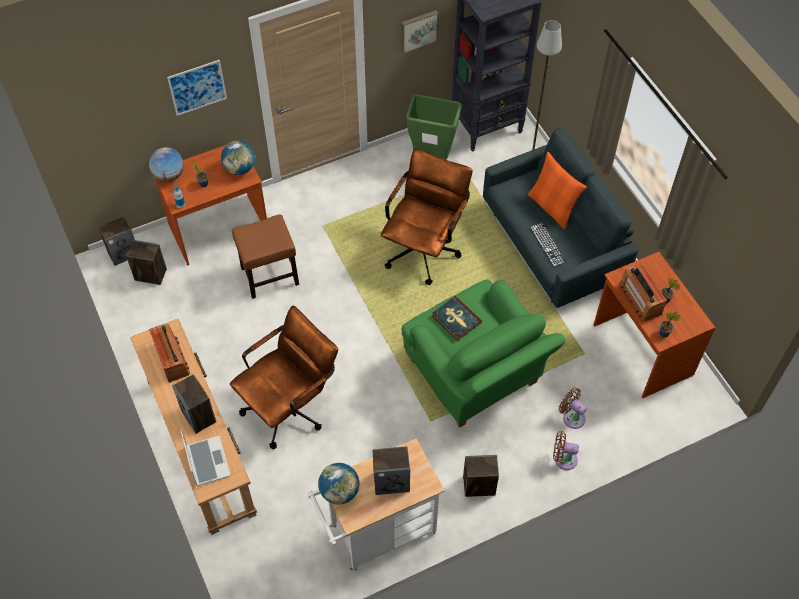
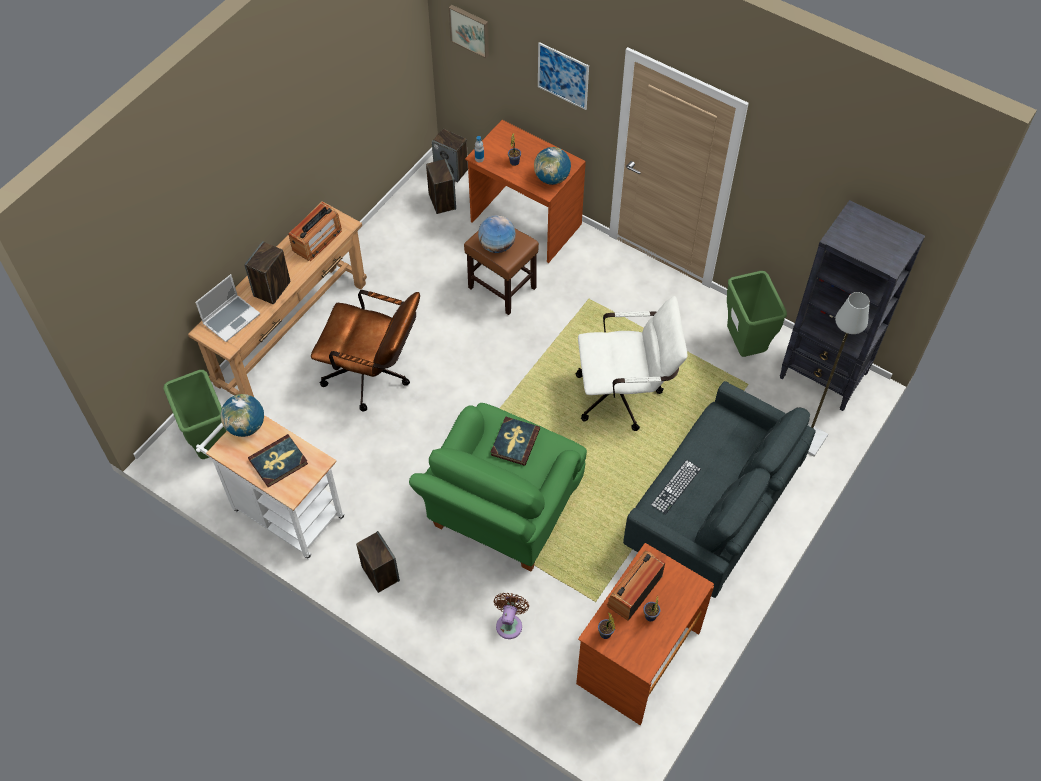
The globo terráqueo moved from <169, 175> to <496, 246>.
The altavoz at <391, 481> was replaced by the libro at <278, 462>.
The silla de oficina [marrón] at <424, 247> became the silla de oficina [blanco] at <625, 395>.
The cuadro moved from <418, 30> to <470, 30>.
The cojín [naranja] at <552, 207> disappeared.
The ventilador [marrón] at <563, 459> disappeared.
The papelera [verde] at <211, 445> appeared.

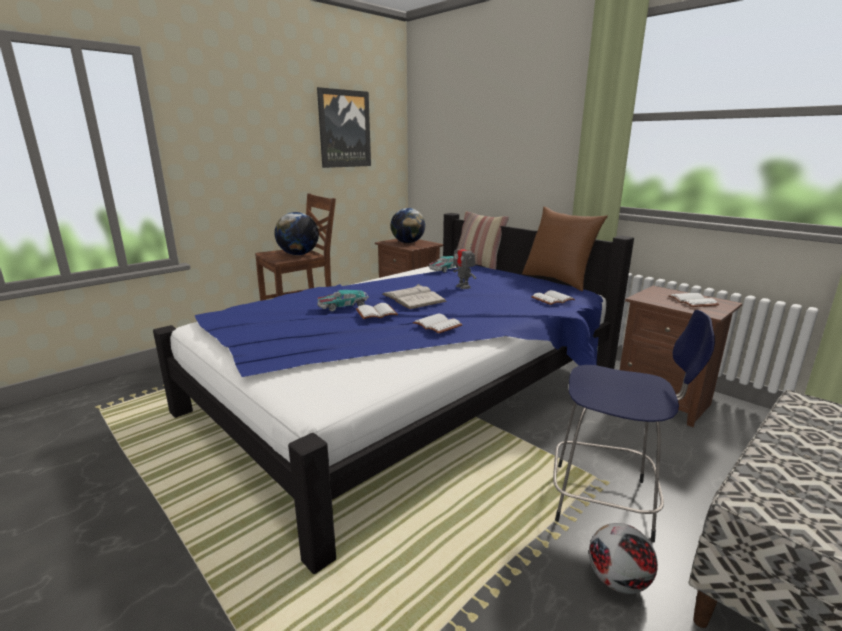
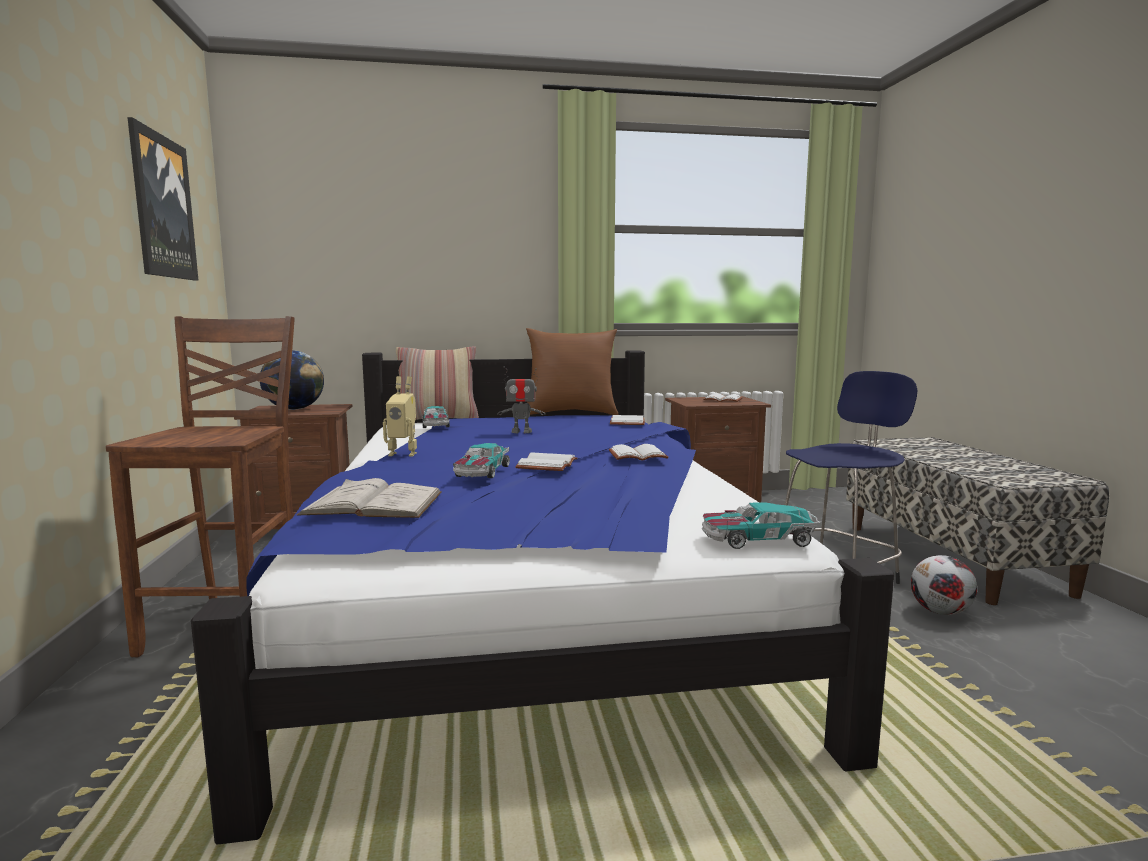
The globo terráqueo at <298, 254> disappeared.
The libro [blanco] moved from <413, 298> to <373, 503>.
The robot de juguete at <404, 453> appeared.
The coche de juguete at <757, 539> appeared.

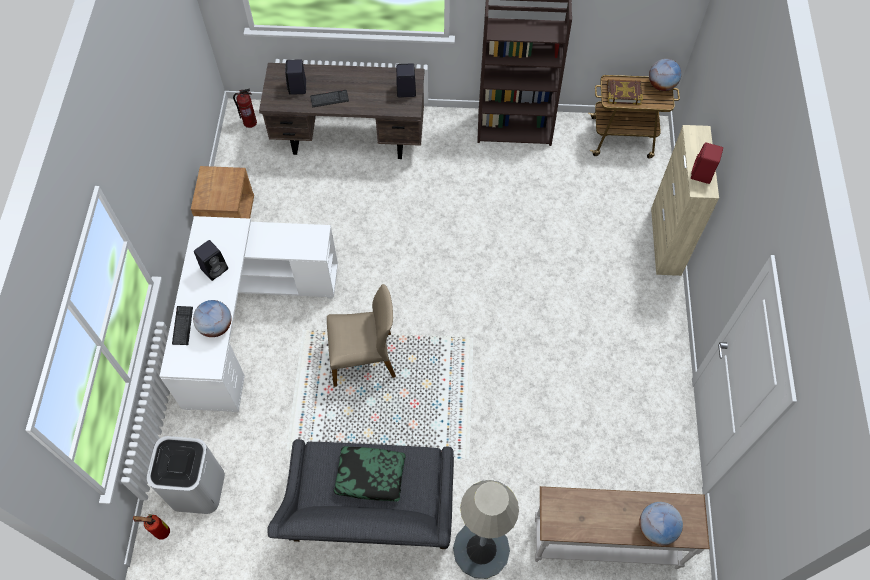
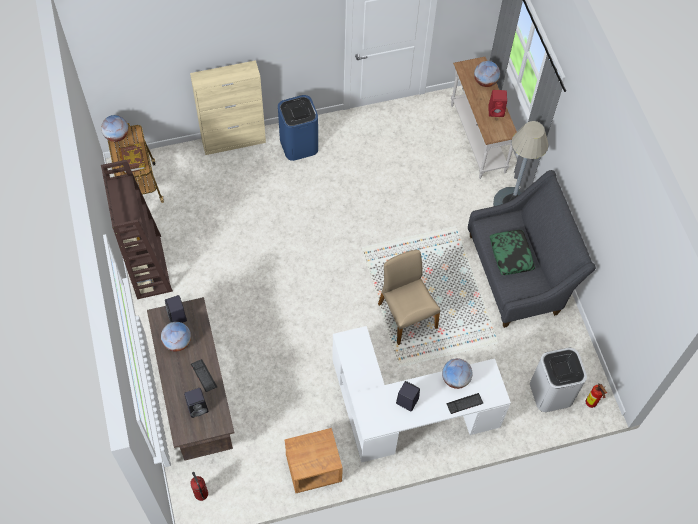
The altavoz [rojo] moved from <702, 174> to <496, 111>.
The globo terráqueo at <177, 342> appeared.
The papelera [azul] at <299, 144> appeared.

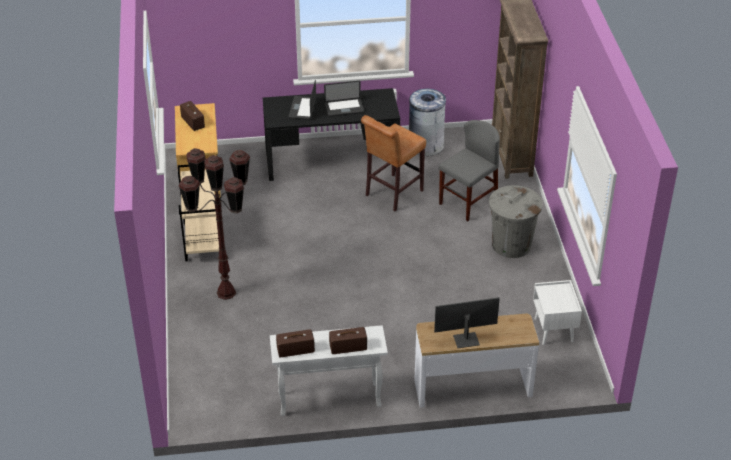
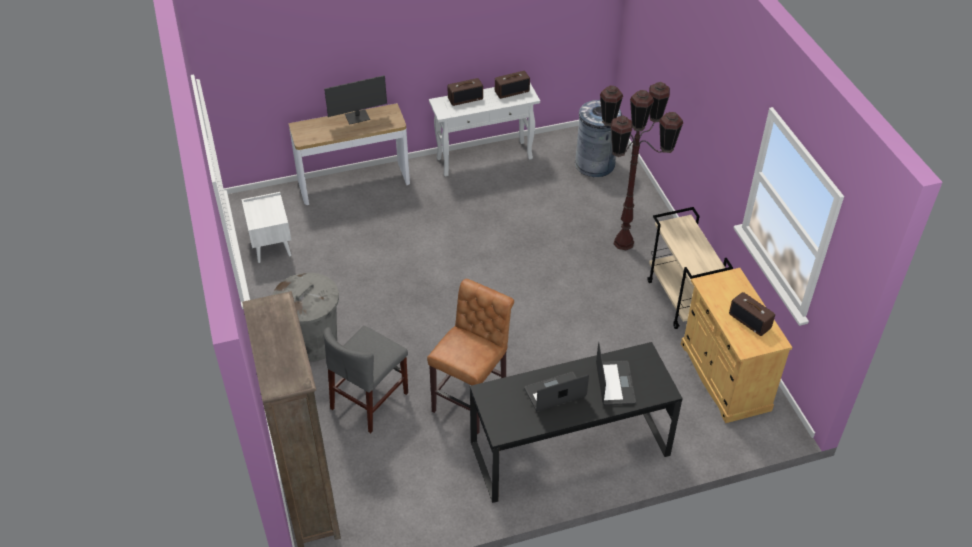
The papelera [gris] moved from <426, 145> to <595, 164>.

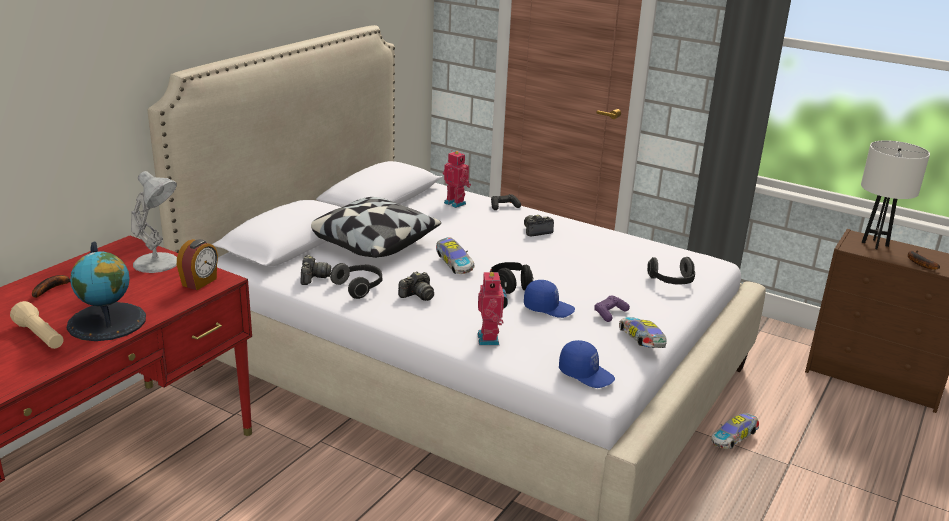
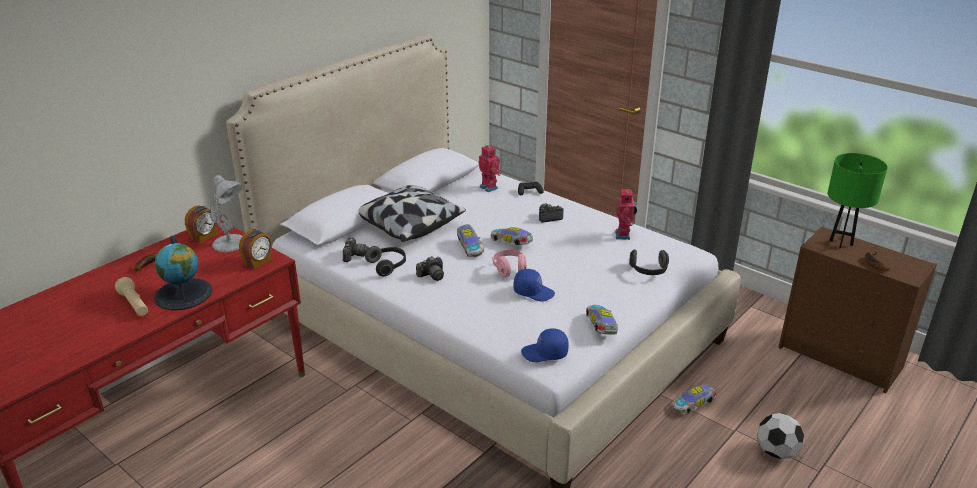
The robot de juguete moved from <490, 339> to <624, 235>.
The auriculares [negro] at <510, 286> became the auriculares [rosa] at <509, 270>.
The gorra [azul] at <586, 374> turned 135 degrees clockwise.
The mando de consola [morado] at <610, 313> disappeared.
The lámpara de mesa [blanco] at <875, 244> became the lámpara de mesa [verde] at <841, 243>.
The despertador at <204, 237> appeared.
The coche de juguete at <512, 243> appeared.
The balón de fútbol at <776, 452> appeared.

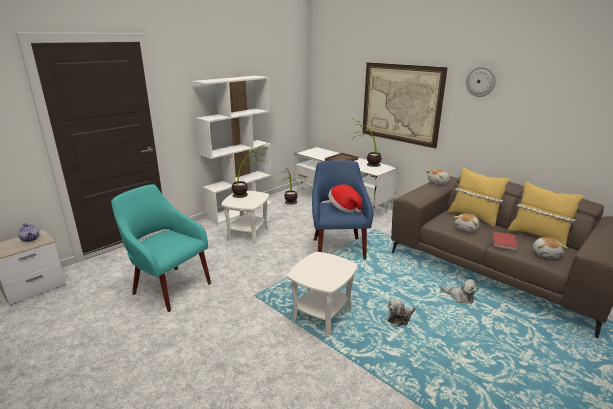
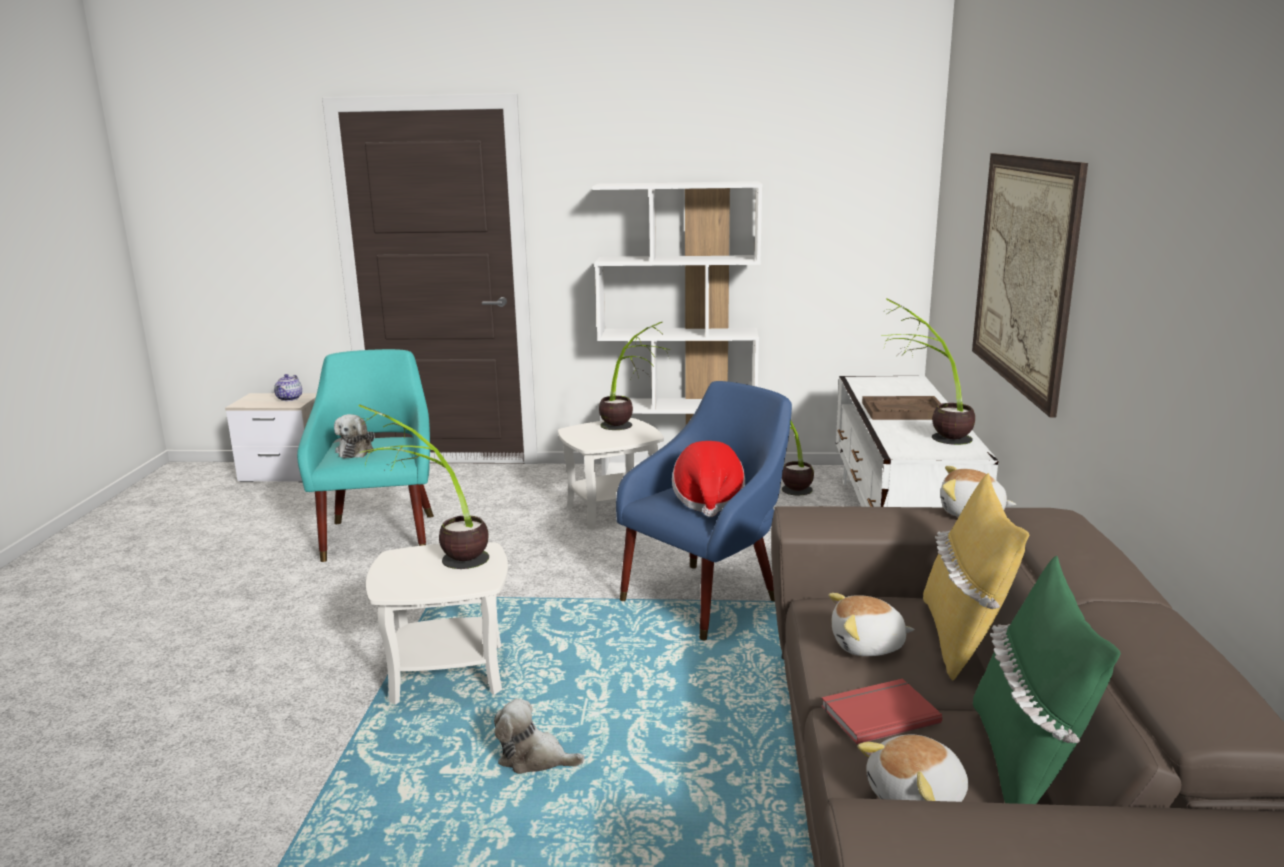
The peluche moved from <460, 297> to <356, 450>.
The reloj de pared at <481, 81> disappeared.
The cojín [amarillo] at <537, 237> became the cojín [verde] at <1025, 762>.
The planta en maceta at <437, 558> appeared.

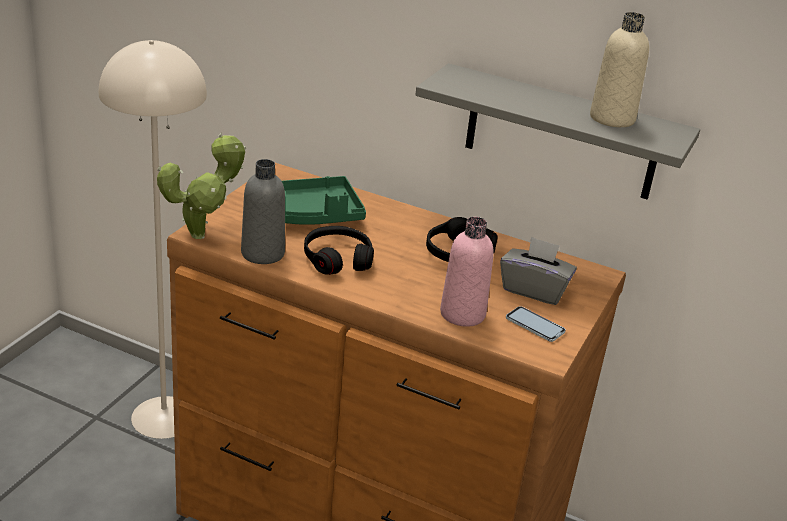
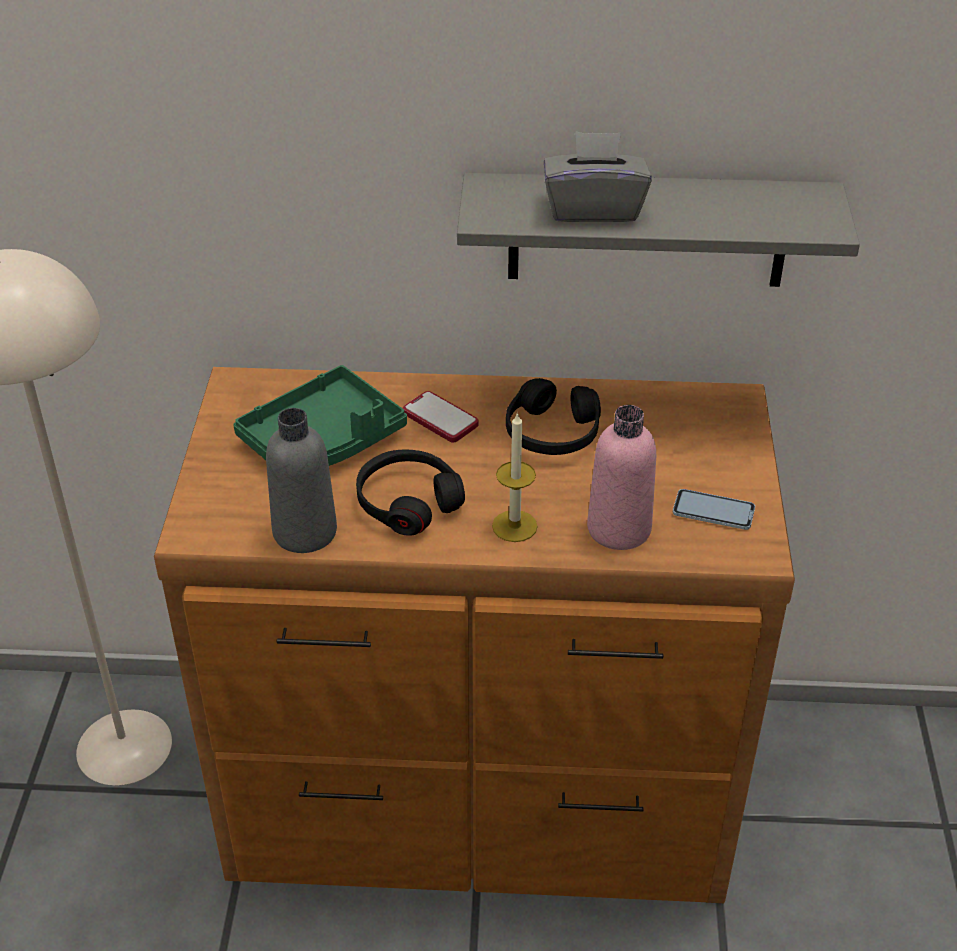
The planta en maceta at <203, 234> disappeared.
The caja de pañuelos [gris] moved from <534, 290> to <593, 209>.
The botella [beis] at <612, 118> disappeared.
The móvil at <440, 419> appeared.
The vela at <514, 526> appeared.

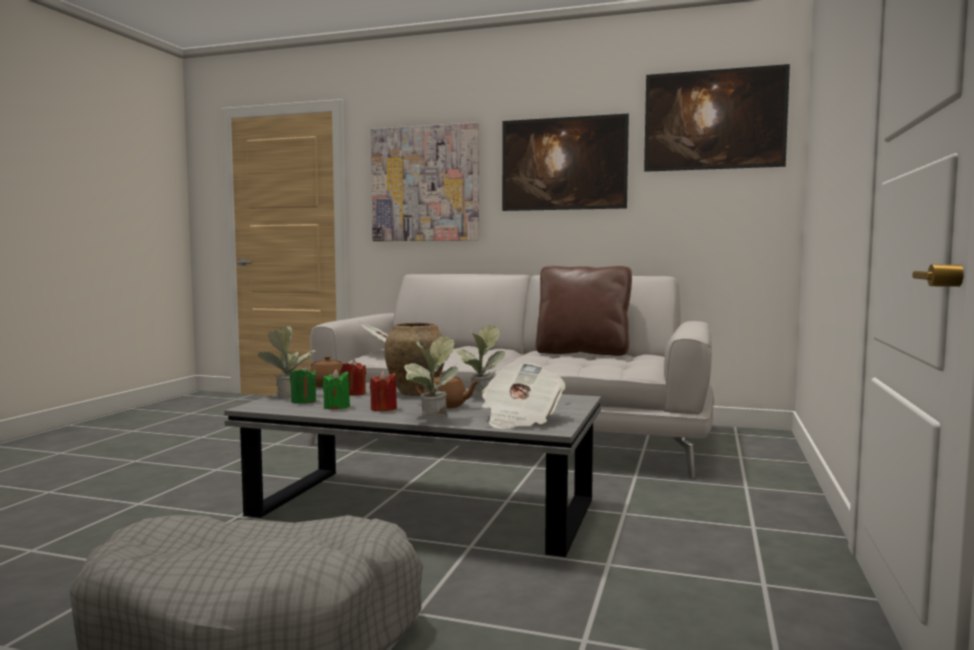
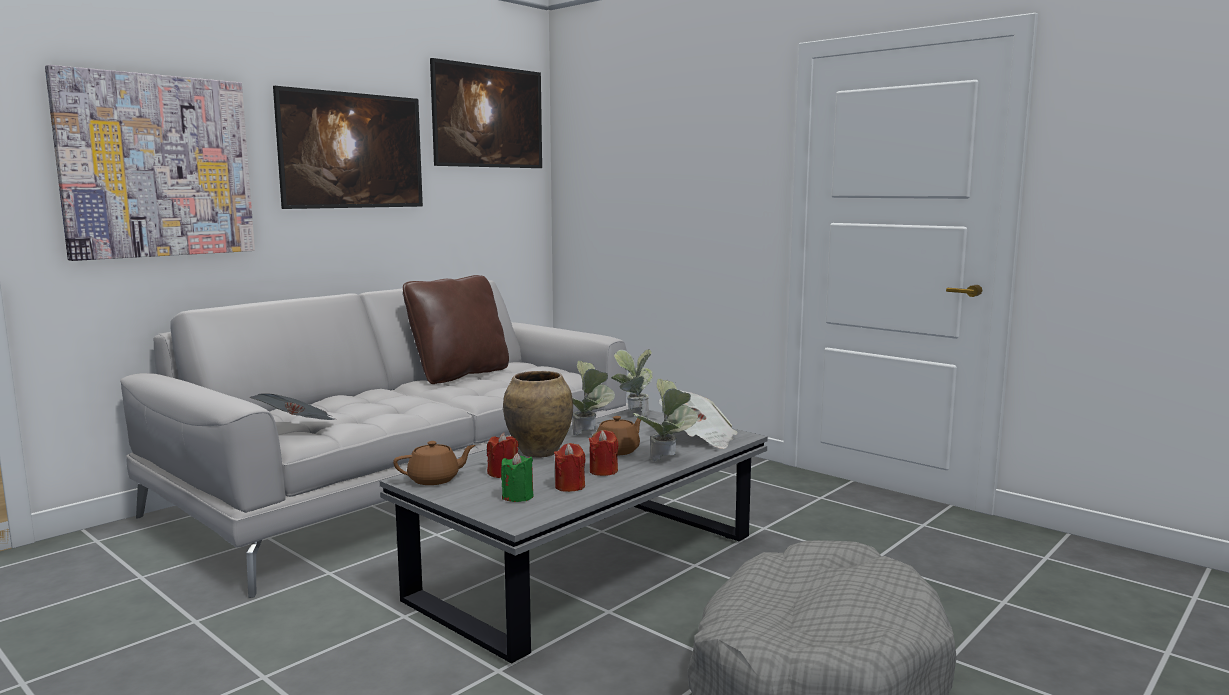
The planta en maceta moved from <287, 395> to <633, 414>.
The vela [verde] at <336, 407> became the vela [rojo] at <570, 486>.

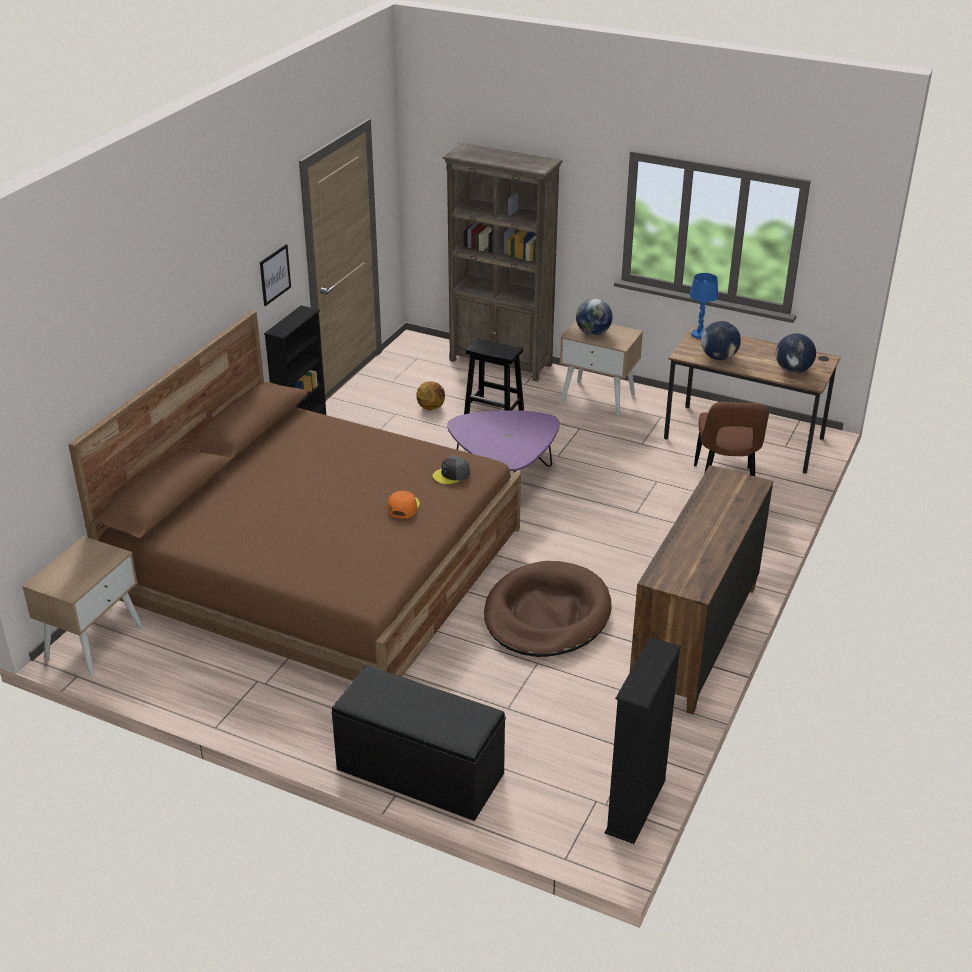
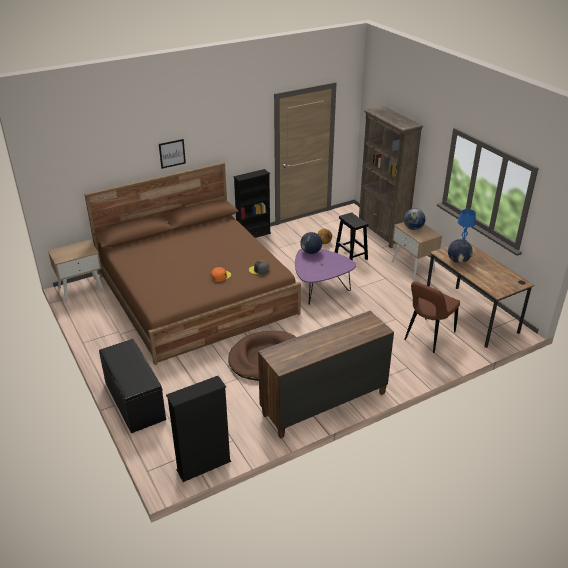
The cuadro moved from <275, 274> to <172, 153>.
The globo terráqueo moved from <793, 370> to <311, 252>.

